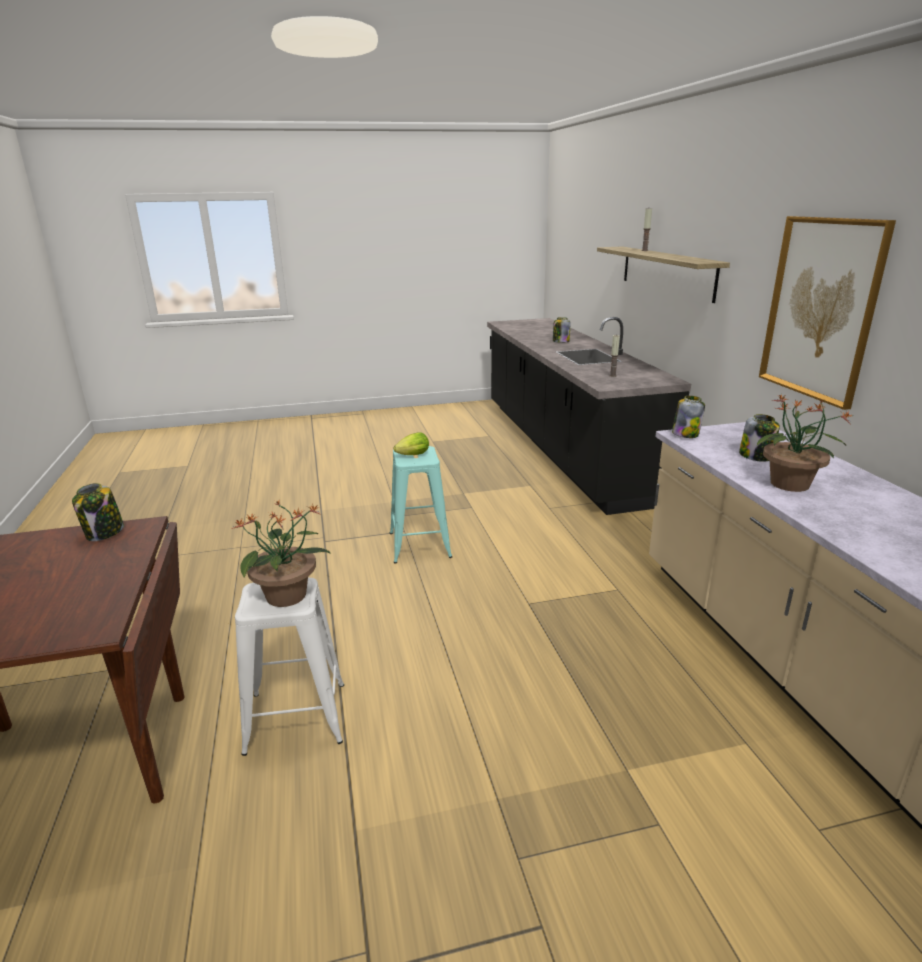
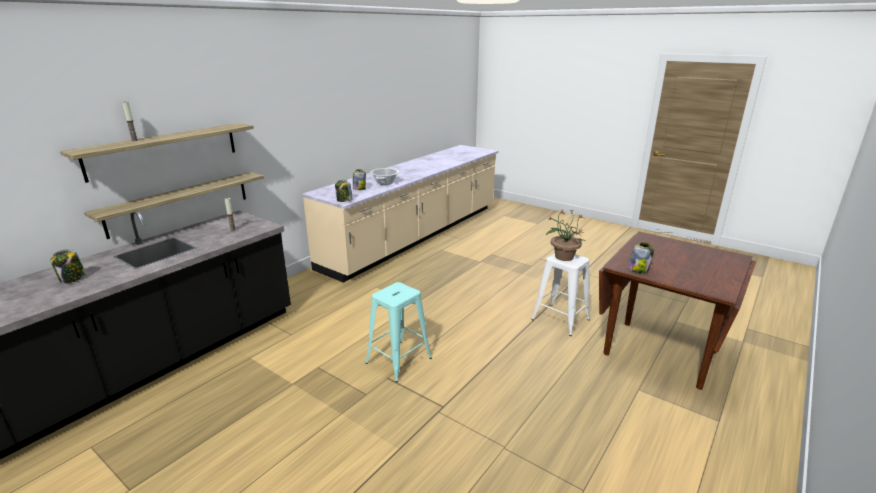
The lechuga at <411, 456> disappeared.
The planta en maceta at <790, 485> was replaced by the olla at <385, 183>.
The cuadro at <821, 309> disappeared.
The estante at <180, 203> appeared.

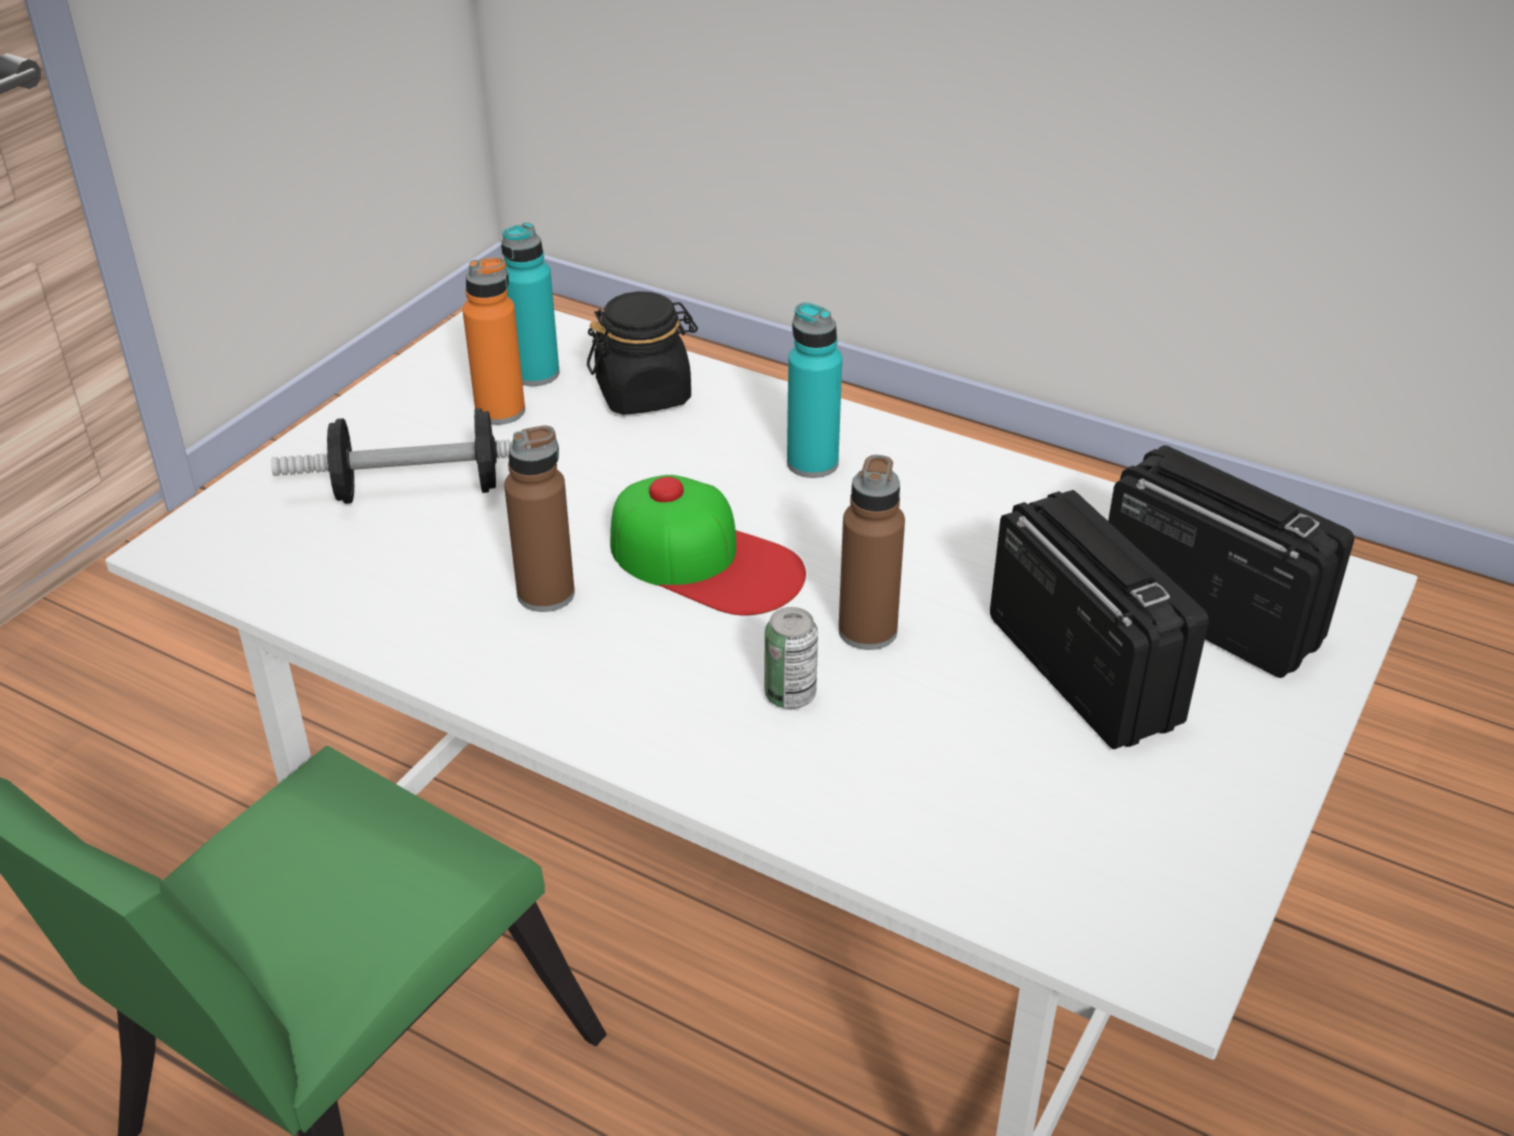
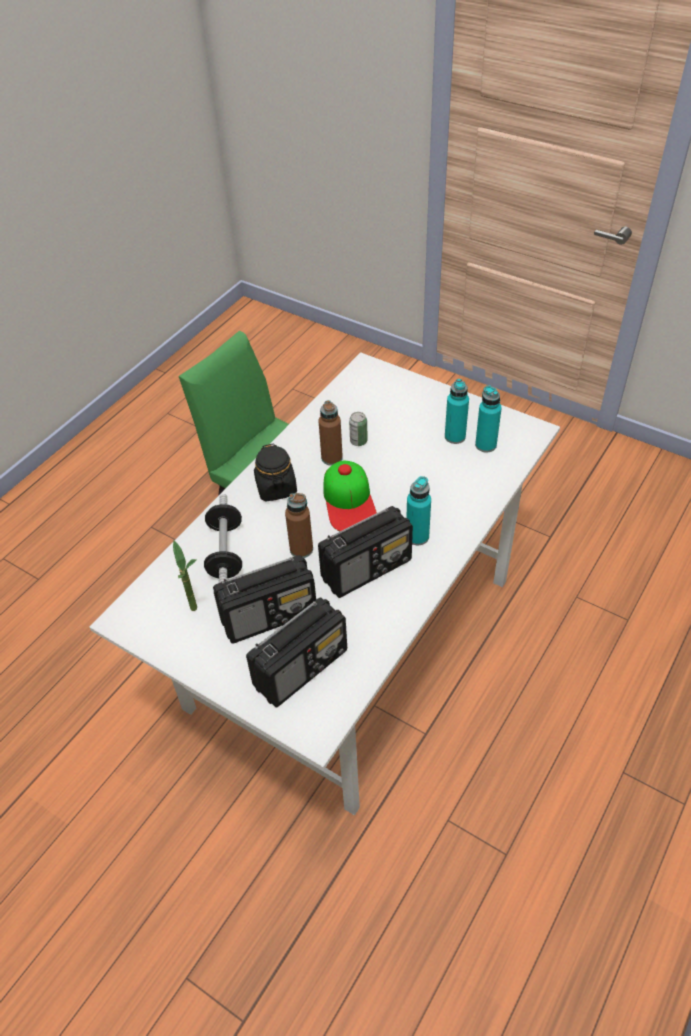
The mancuerna moved from <418, 490> to <225, 552>.
The botella [naranja] at <500, 411> became the botella [turquesa] at <455, 437>.
The tarro [negro] moved from <644, 394> to <276, 488>.
The gorra at <705, 560> turned 45 degrees counterclockwise.
The lata moved from <790, 695> to <358, 441>.
The planta en maceta at <198, 612> appeared.
The radio at <367, 569> appeared.

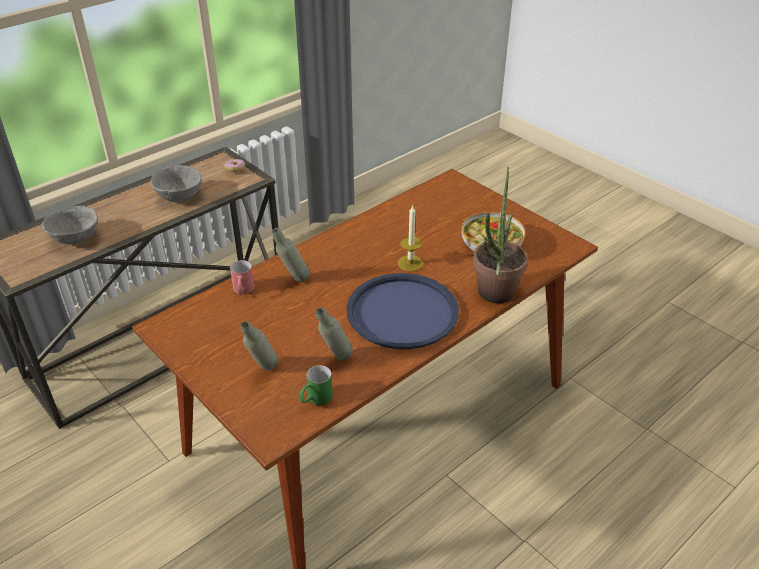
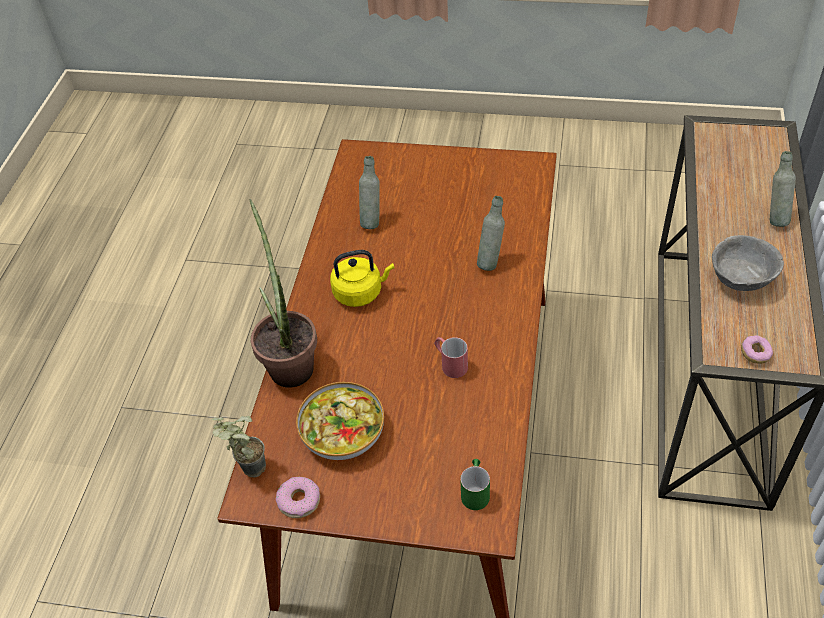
The cuenco [gris] at <75, 239> disappeared.
The taza grande [rojo] moved from <243, 291> to <450, 363>.
The botella [gris] moved from <263, 371> to <775, 218>.
The taza grande [verde] moved from <315, 399> to <475, 490>.
The bandeja [azul] at <402, 312> was replaced by the hervidor [amarillo] at <360, 292>.
The vela at <410, 263> disappeared.
The planta en maceta at <247, 469> appeared.
The rosquilla at <299, 501> appeared.

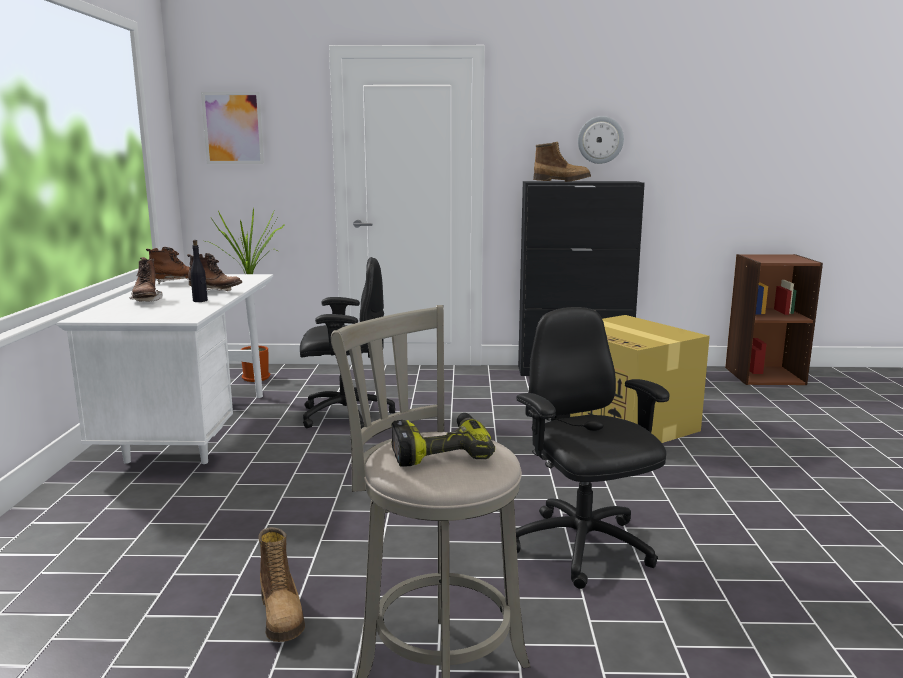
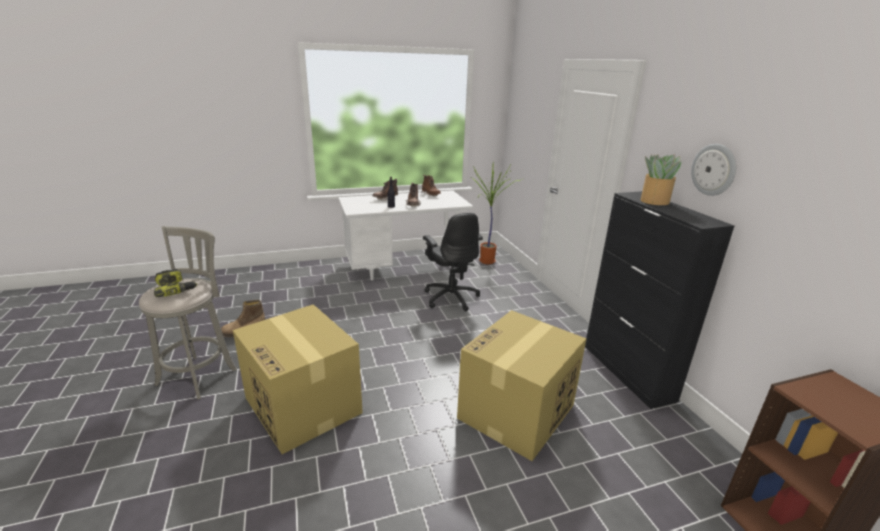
The cuadro at <233, 128> disappeared.
The silla de oficina [negro] at <582, 548> was replaced by the caja de cartón at <304, 406>.
The bota at <561, 181> was replaced by the planta en maceta at <654, 201>.

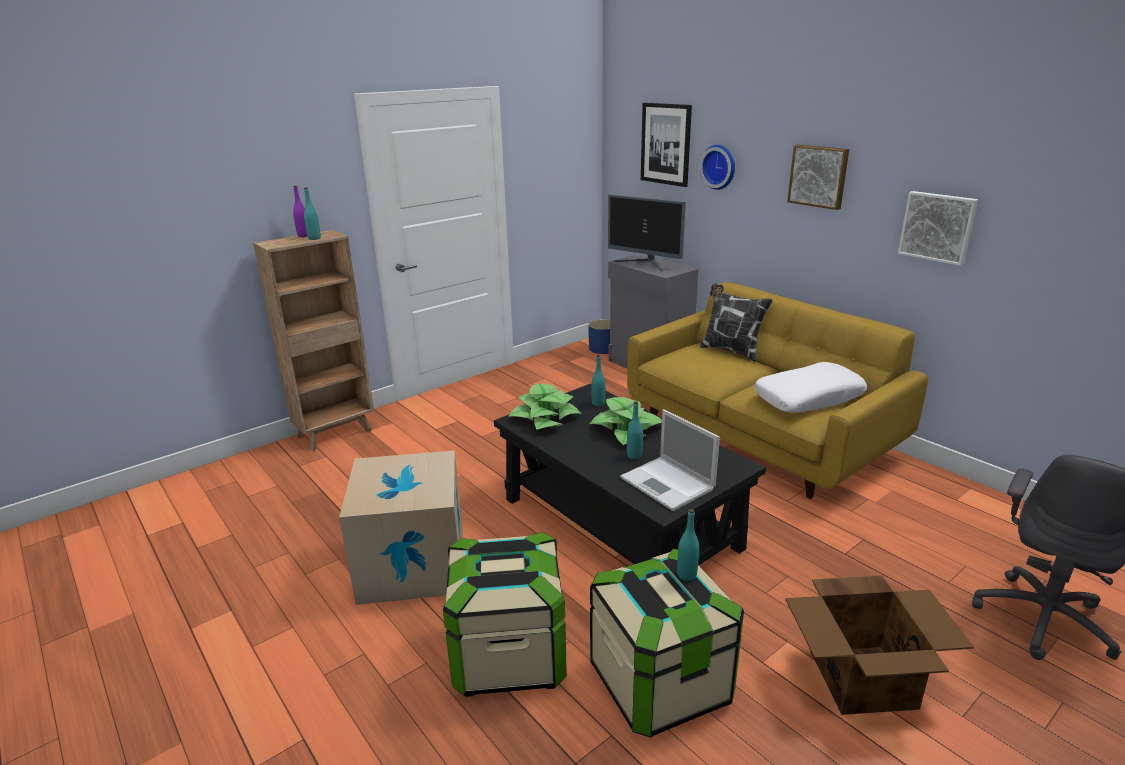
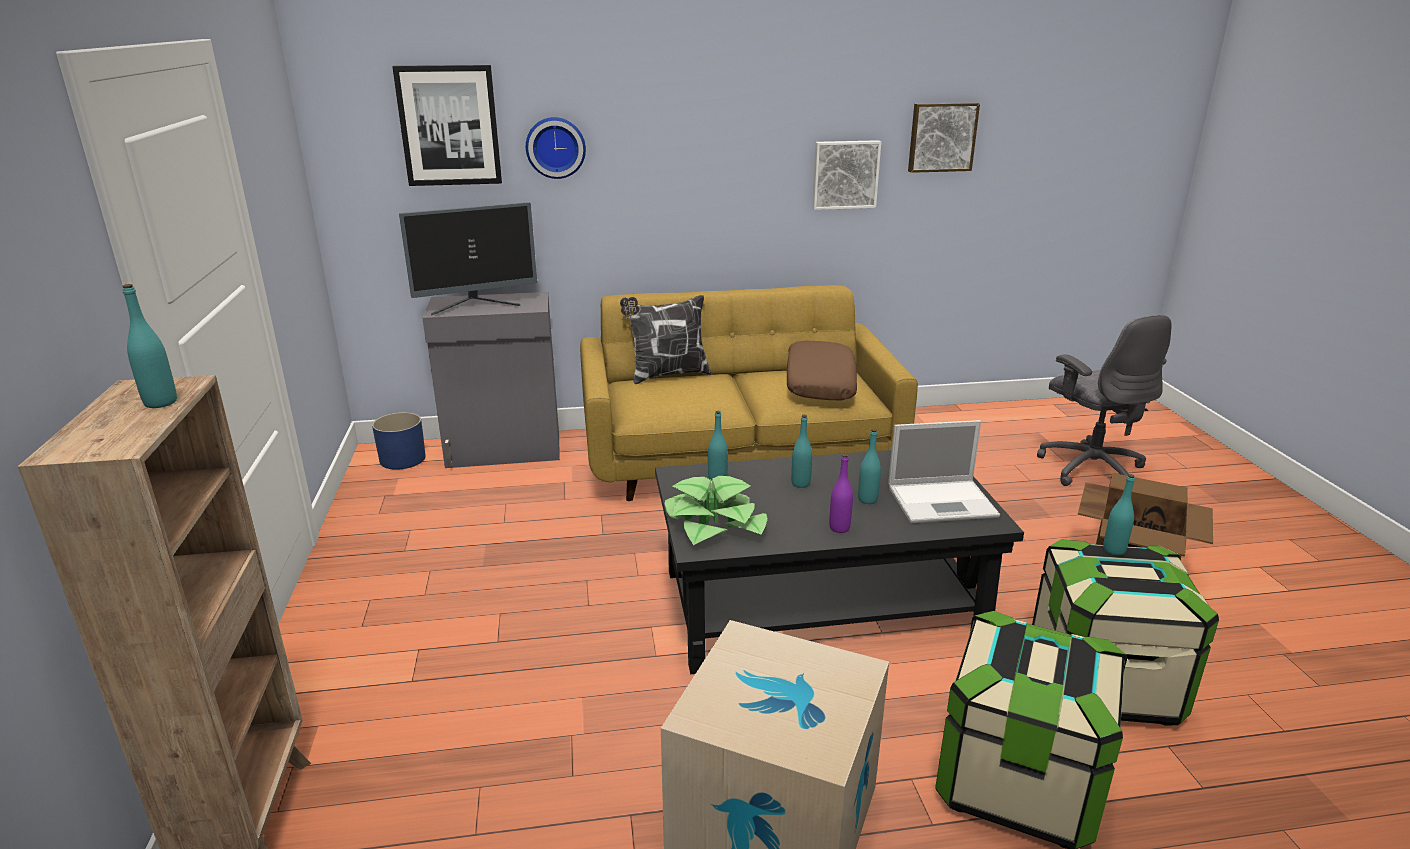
The botella [morado] moved from <304, 235> to <839, 528>.
The planta en maceta at <626, 429> was replaced by the botella [turquesa] at <800, 483>.
The cojín [blanco] at <808, 398> became the cojín [marrón] at <819, 383>.
The cuadro moved from <818, 176> to <941, 137>.

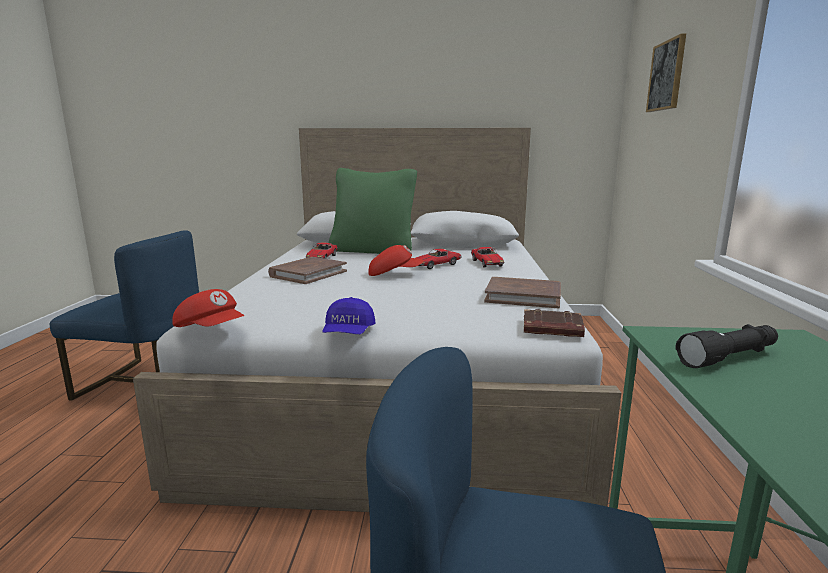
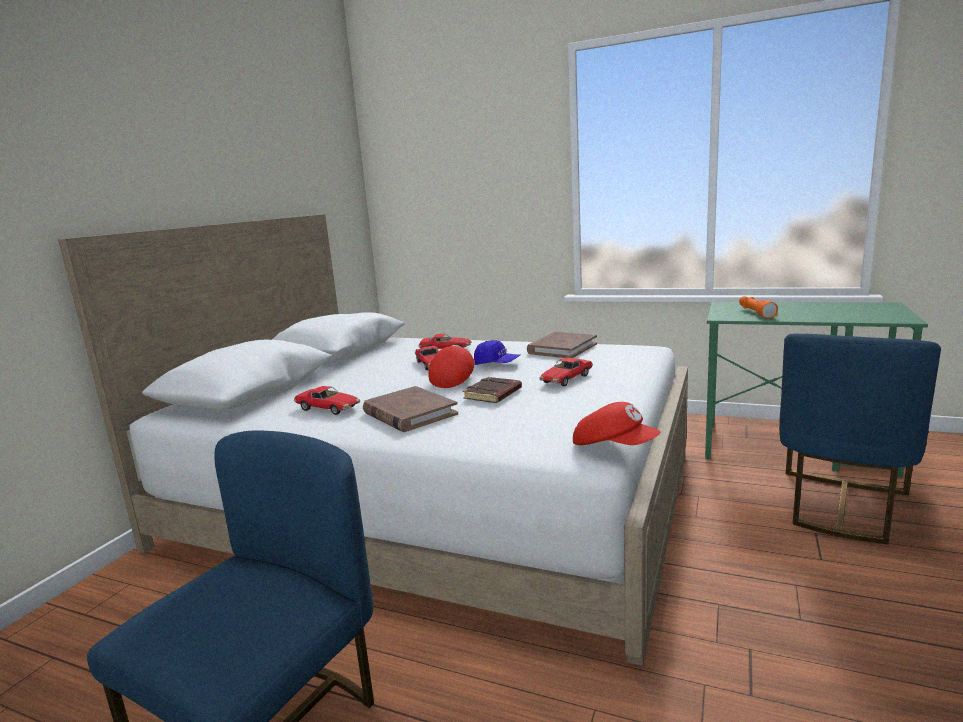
The gorra [rojo] at <211, 330> turned 75 degrees clockwise.
The gorra [azul] moved from <348, 333> to <497, 364>.
The cojín [verde] at <373, 251> disappeared.
The libro [marrón] moved from <551, 329> to <493, 395>.
The cuadro at <666, 76> disappeared.
The linterna [negro] at <729, 357> became the linterna [naranja] at <755, 313>.
The coche de juguete at <566, 379> appeared.

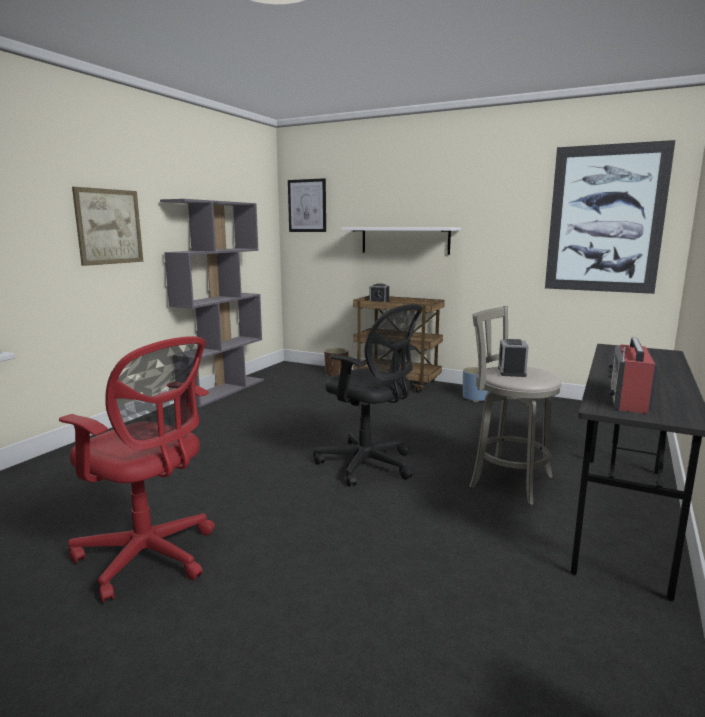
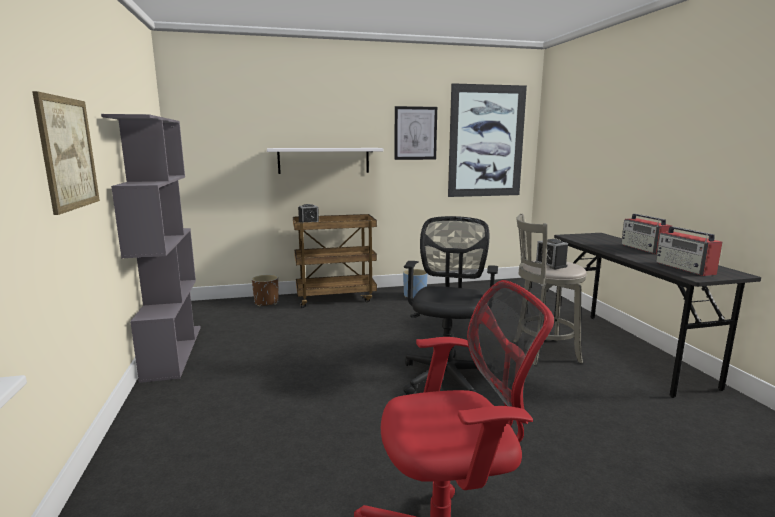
The cuadro moved from <307, 205> to <415, 133>.
The silla de oficina [negro] at <369, 465> turned 75 degrees counterclockwise.
The radio at <644, 249> appeared.

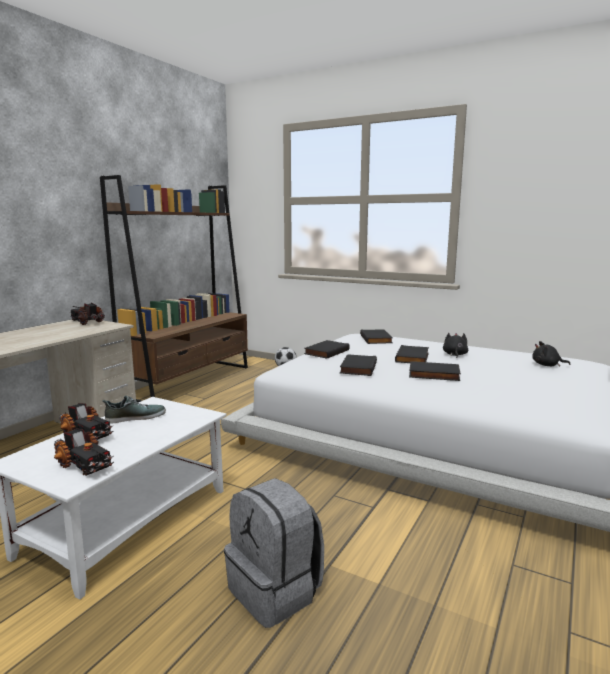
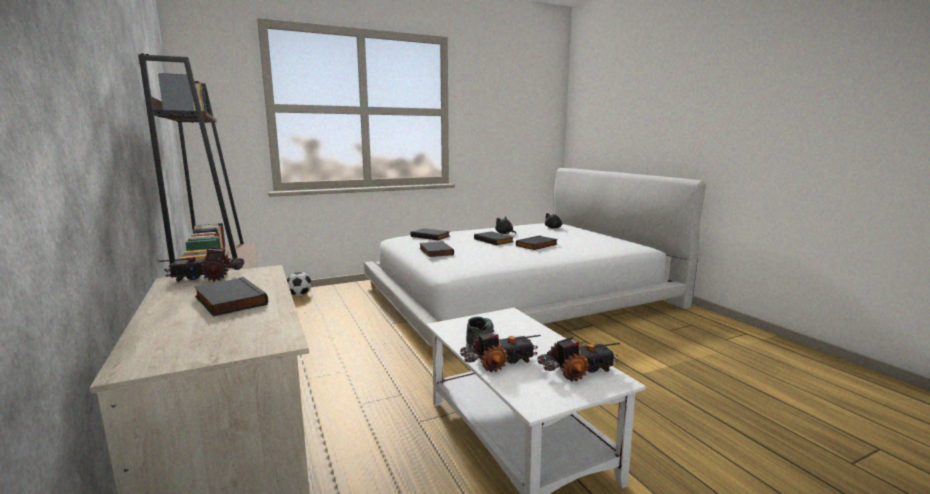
The mochila [gris] at <276, 591> disappeared.
The libro [negro] moved from <357, 368> to <228, 301>.

